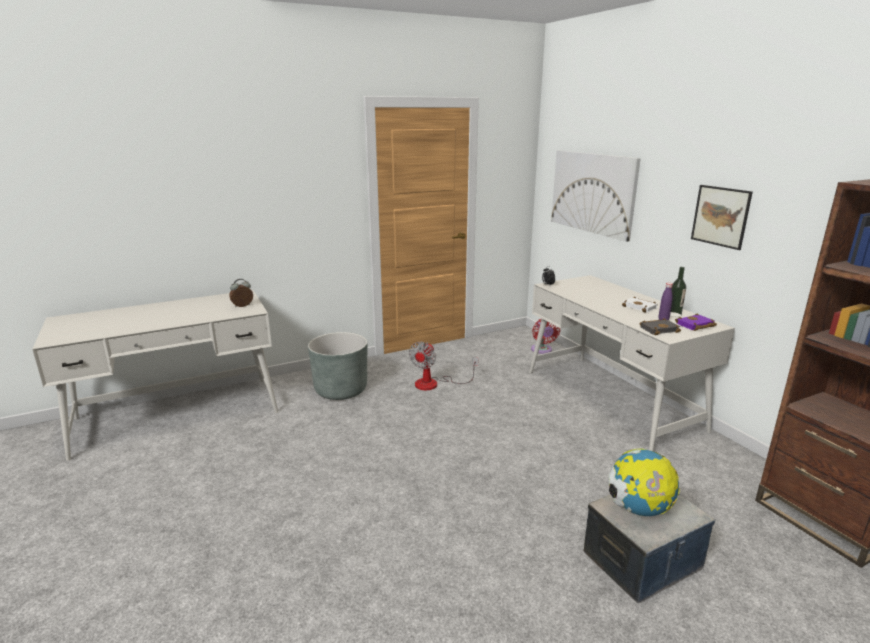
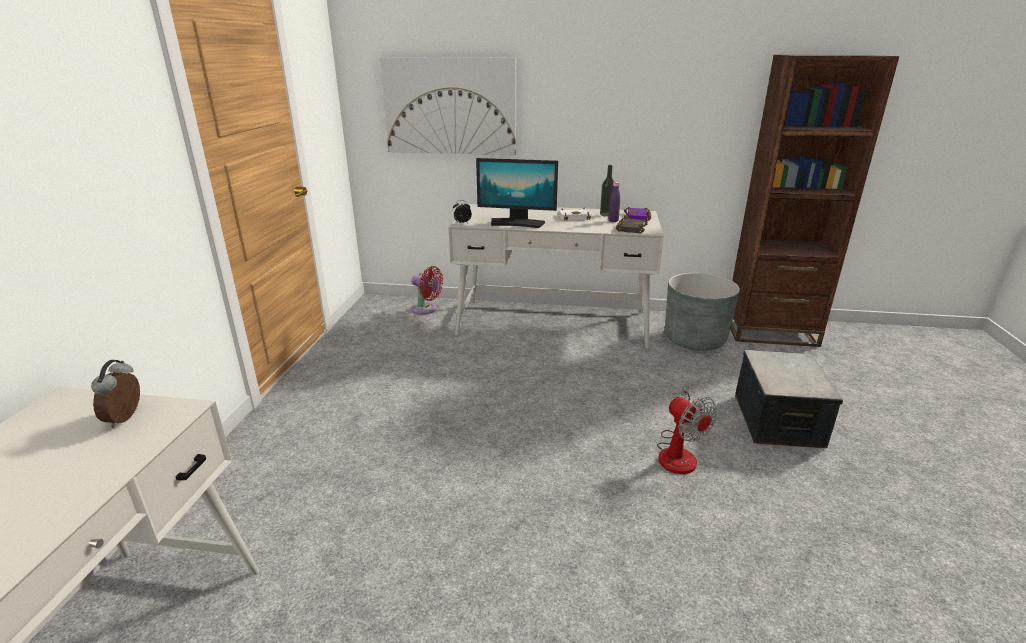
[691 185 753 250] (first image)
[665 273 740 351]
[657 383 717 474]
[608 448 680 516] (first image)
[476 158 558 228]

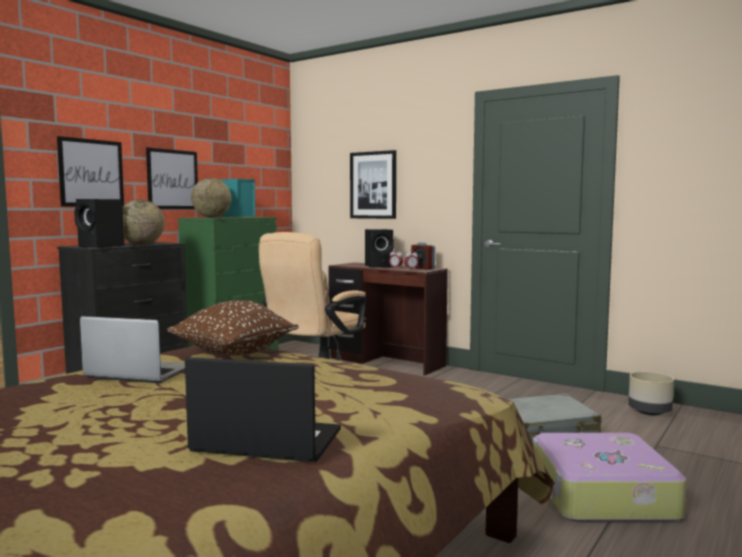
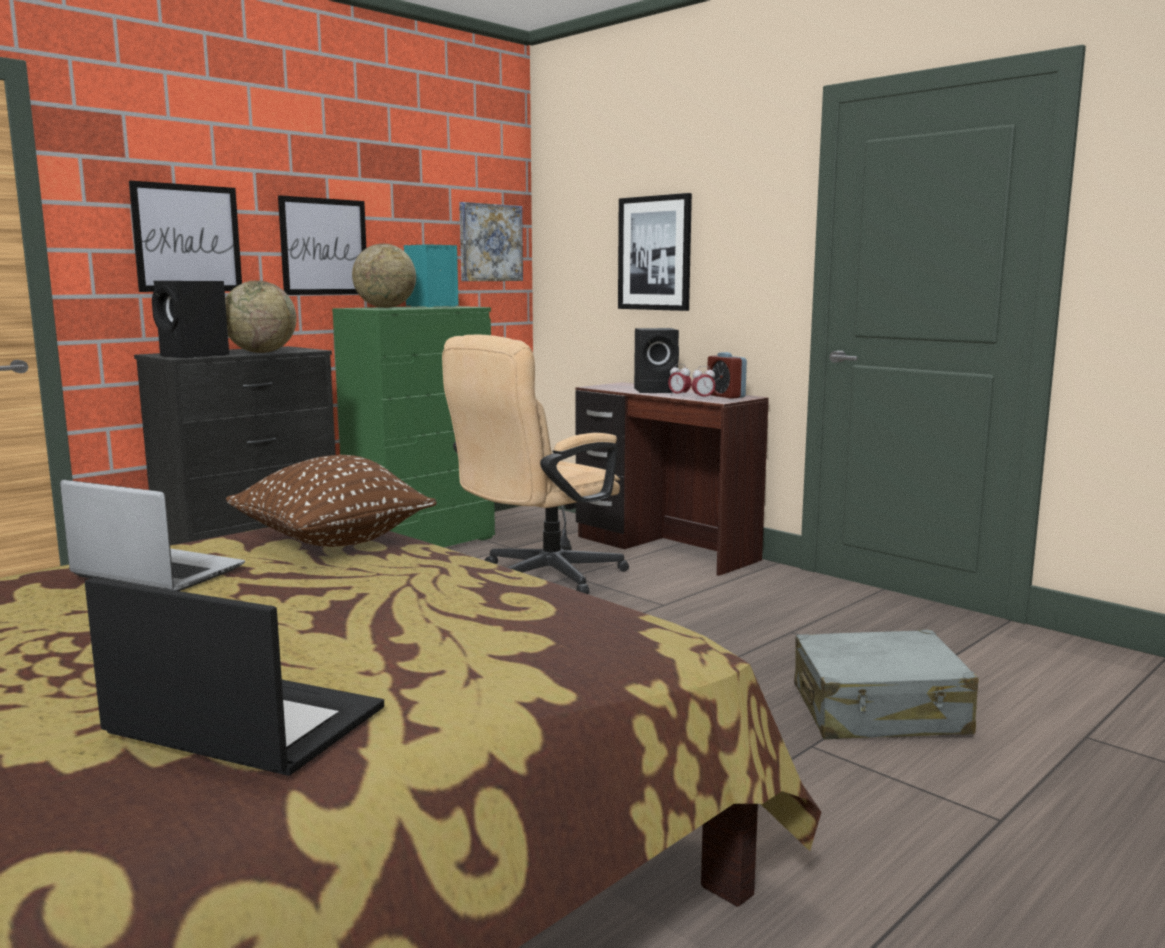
[628 372 674 415] (first image)
[533 433 687 522] (first image)
[459 202 523 281]

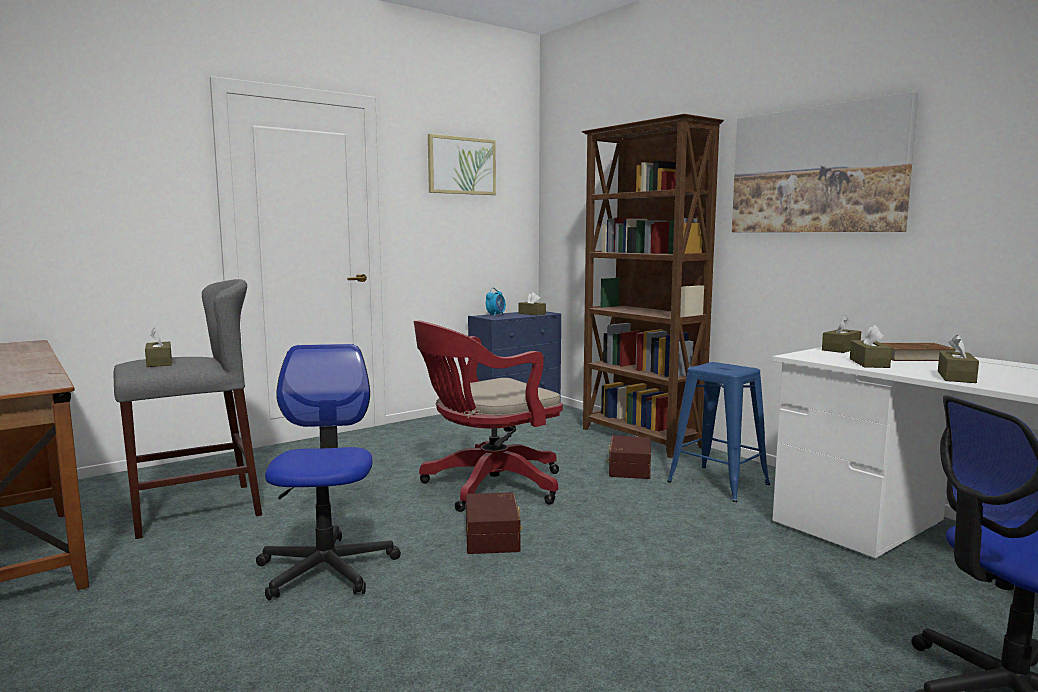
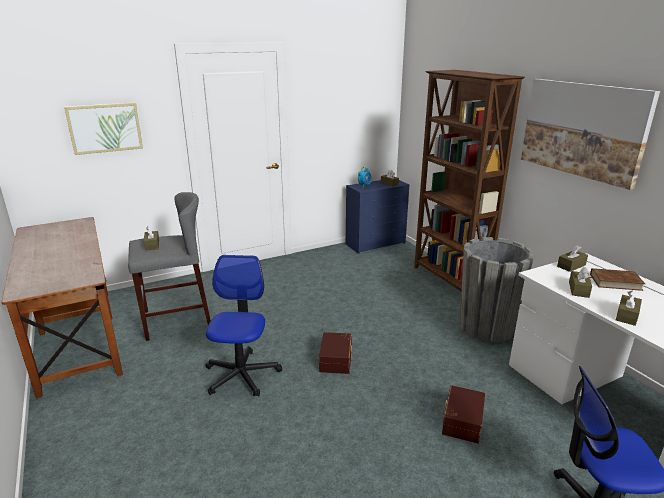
[64 103 143 155]
[414 321 563 512] (first image)
[460 237 535 342]
[442 385 485 443]

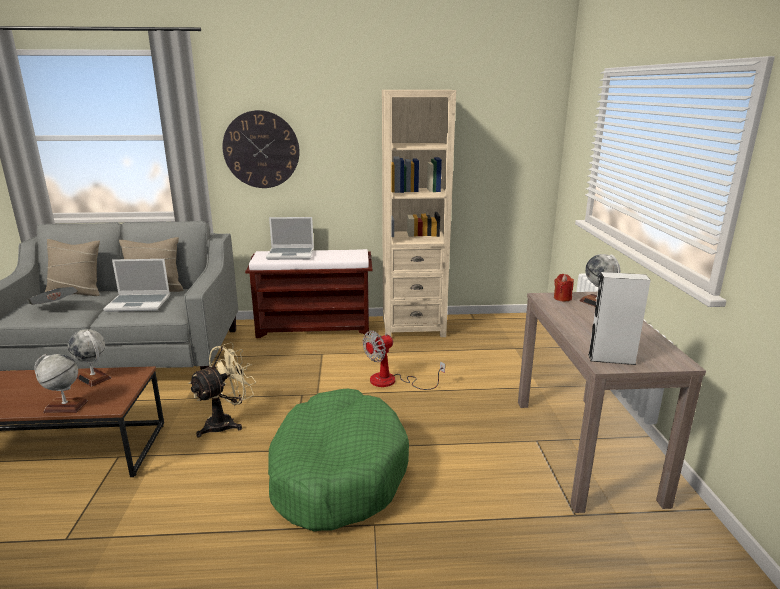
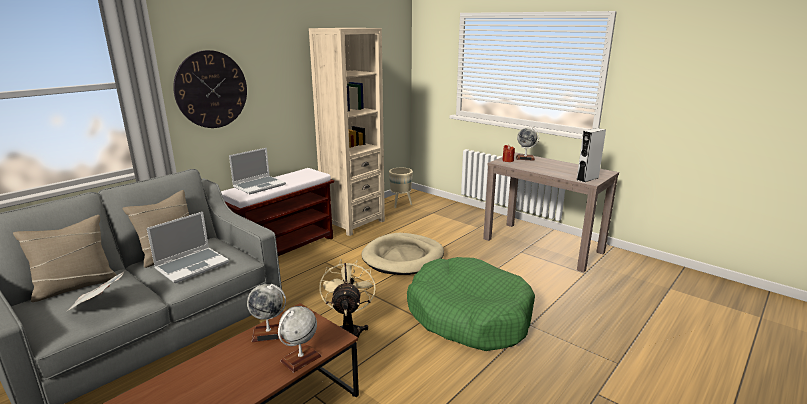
[361 233 444 275]
[389 168 413 208]

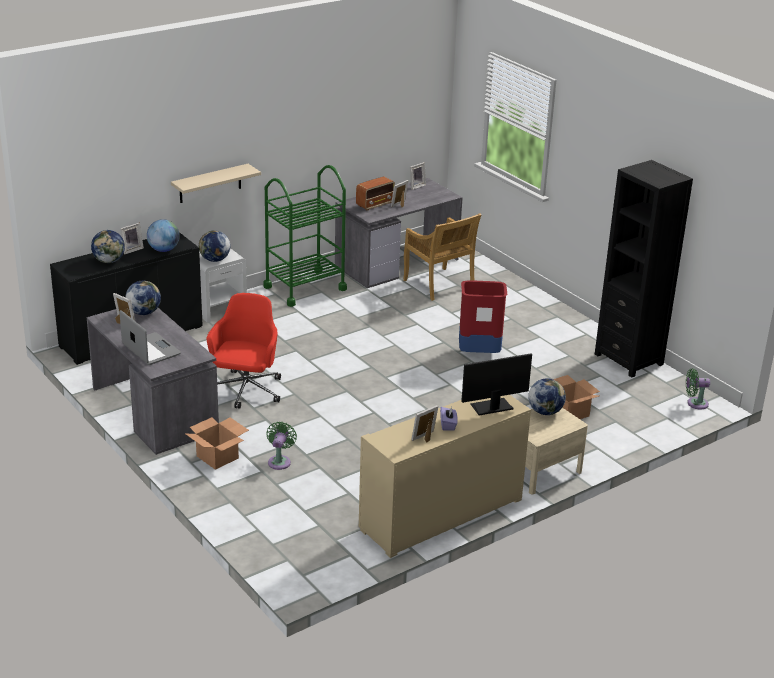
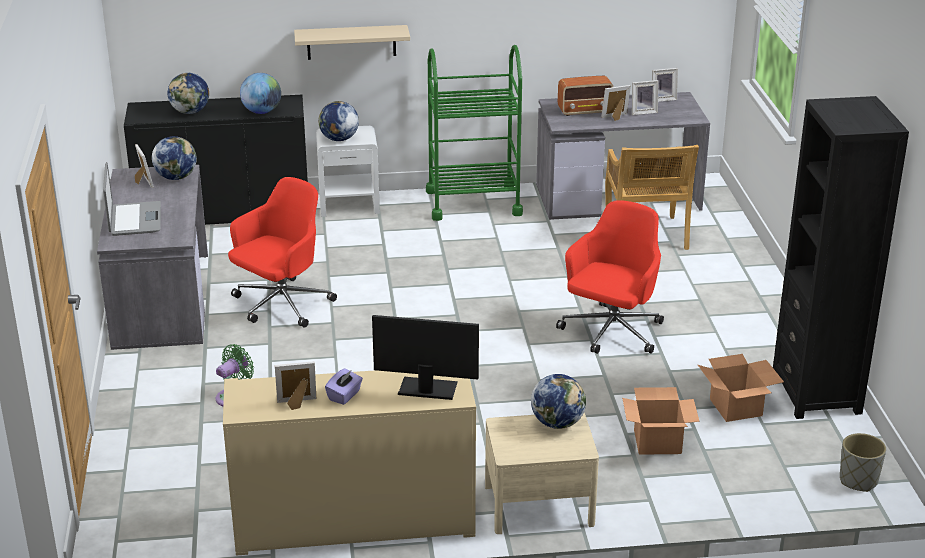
[632 80 658 115]
[556 200 664 354]
[840 433 886 492]
[698 354 784 422]

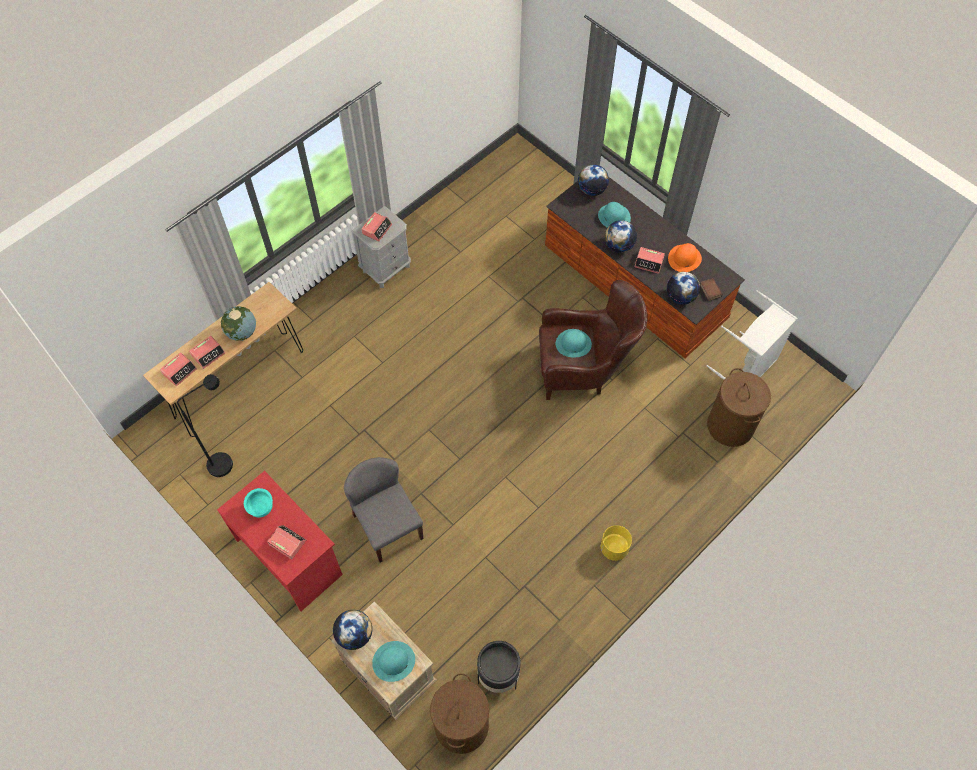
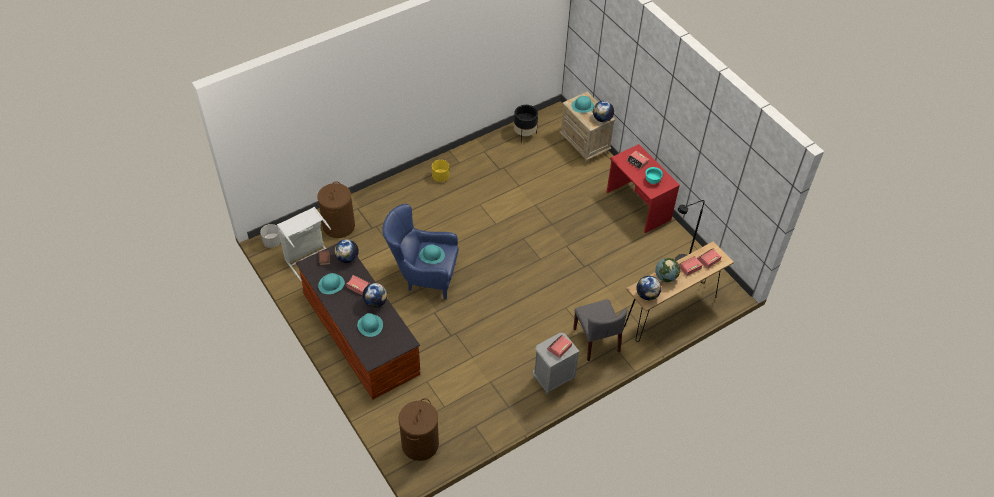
[636 276 661 300]
[318 273 345 294]
[382 204 459 299]
[573 299 627 361]
[399 398 439 461]
[260 224 281 248]

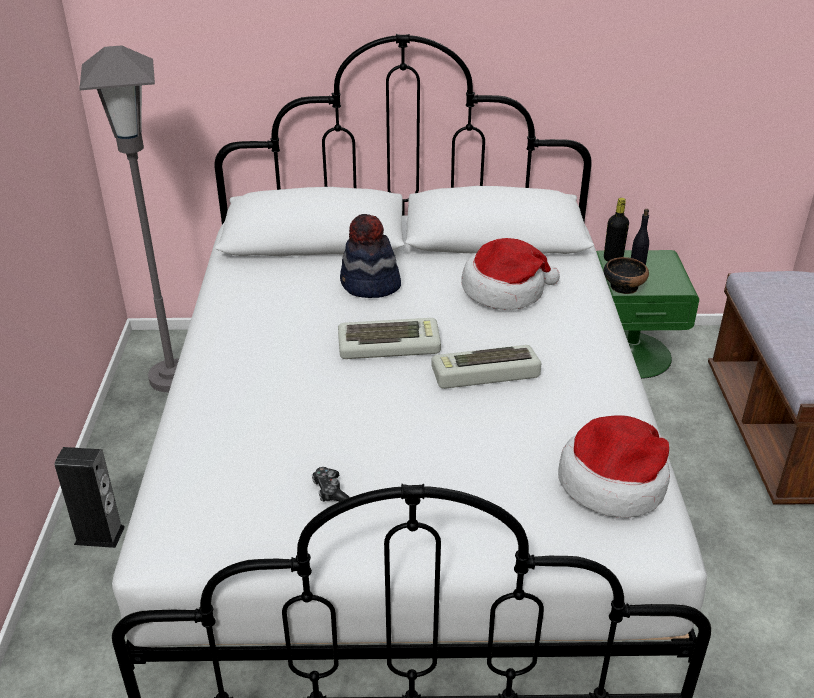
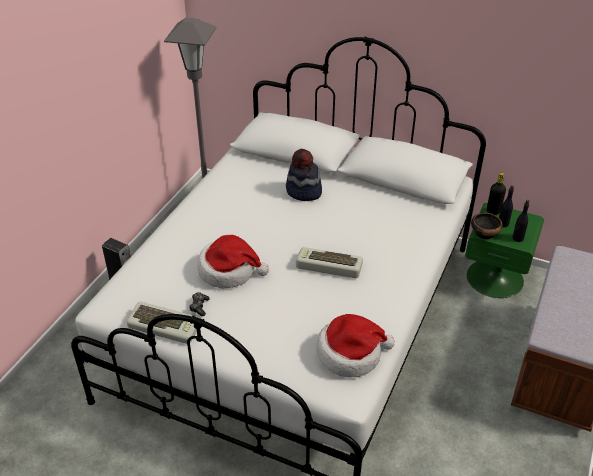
[198 235 269 288]
[127 302 199 344]
[512 200 529 242]

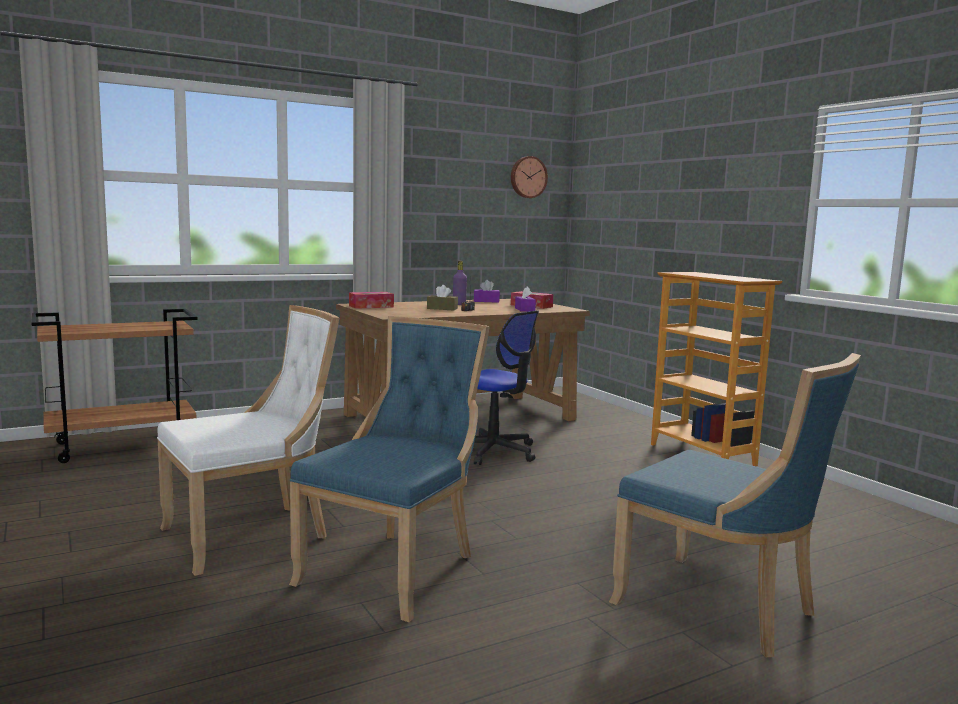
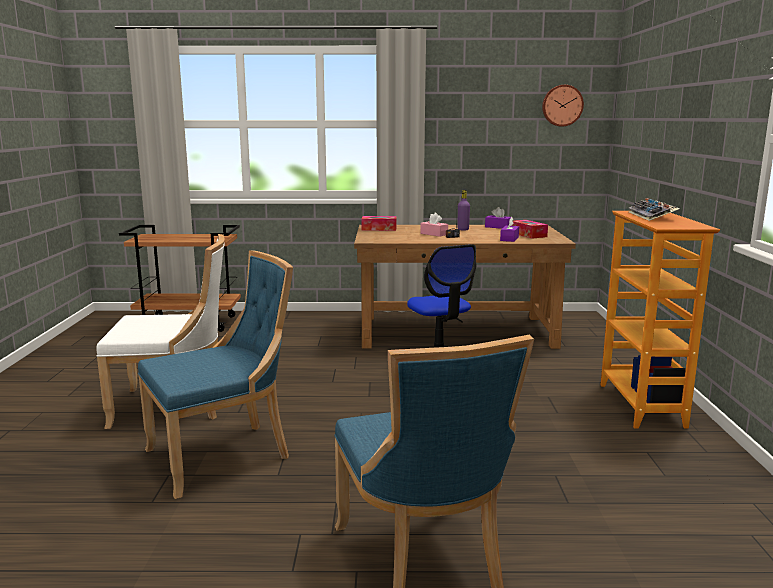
[420 213 448 237]
[629 198 680 221]

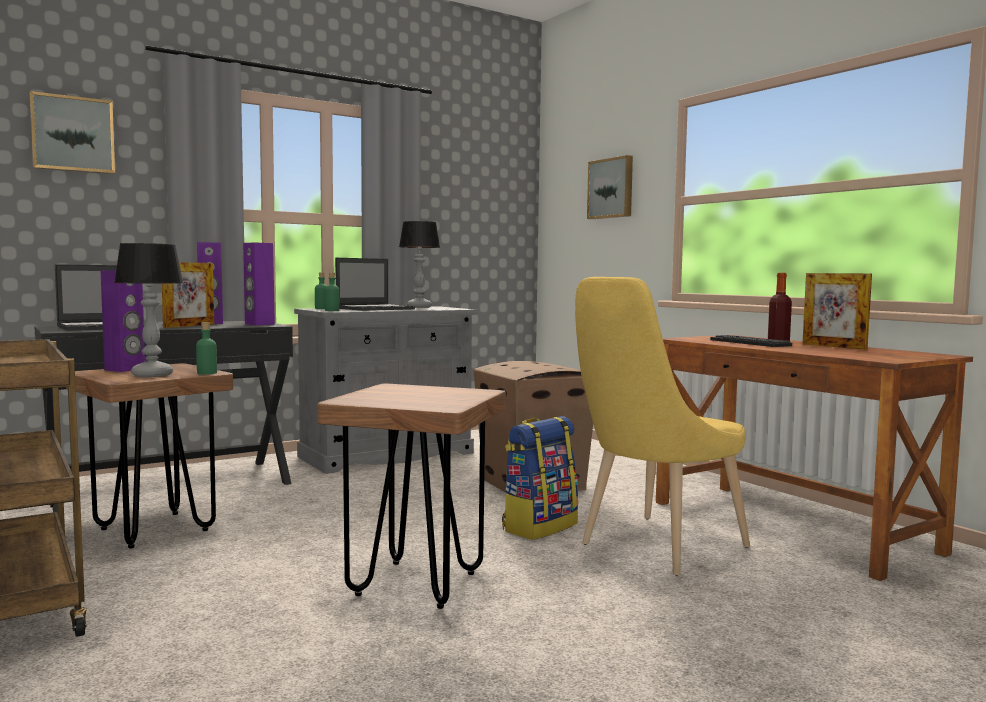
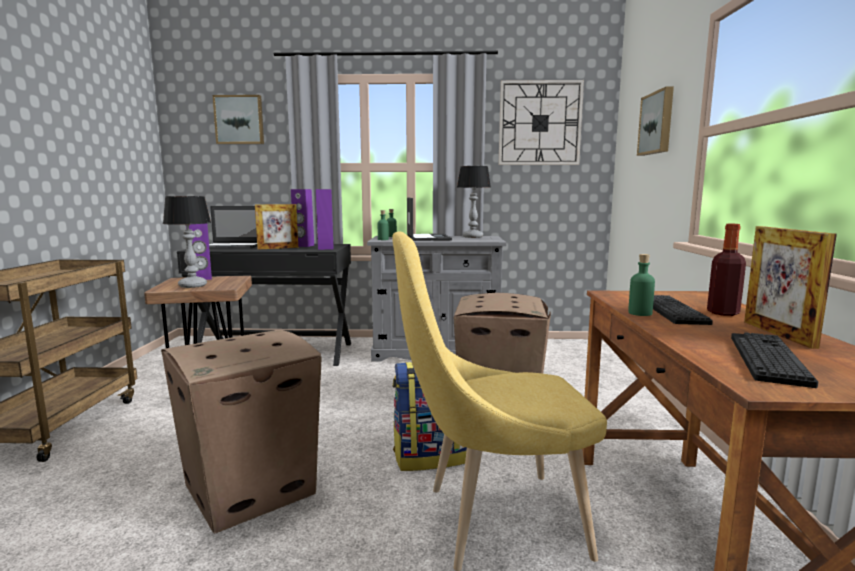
[407 198 452 241]
[628 254 655 316]
[161 330 321 534]
[499 80 584 165]
[731 332 818 388]

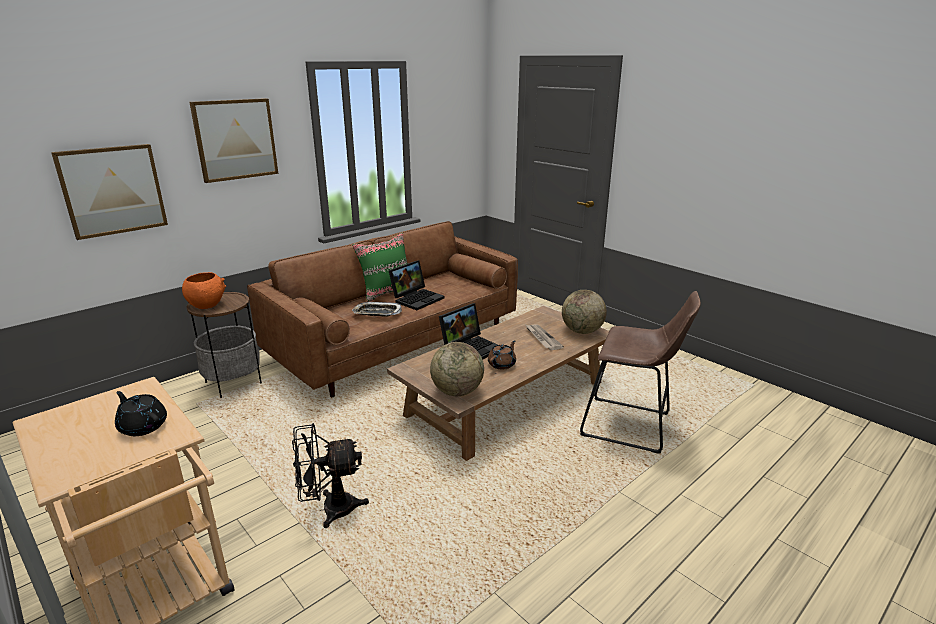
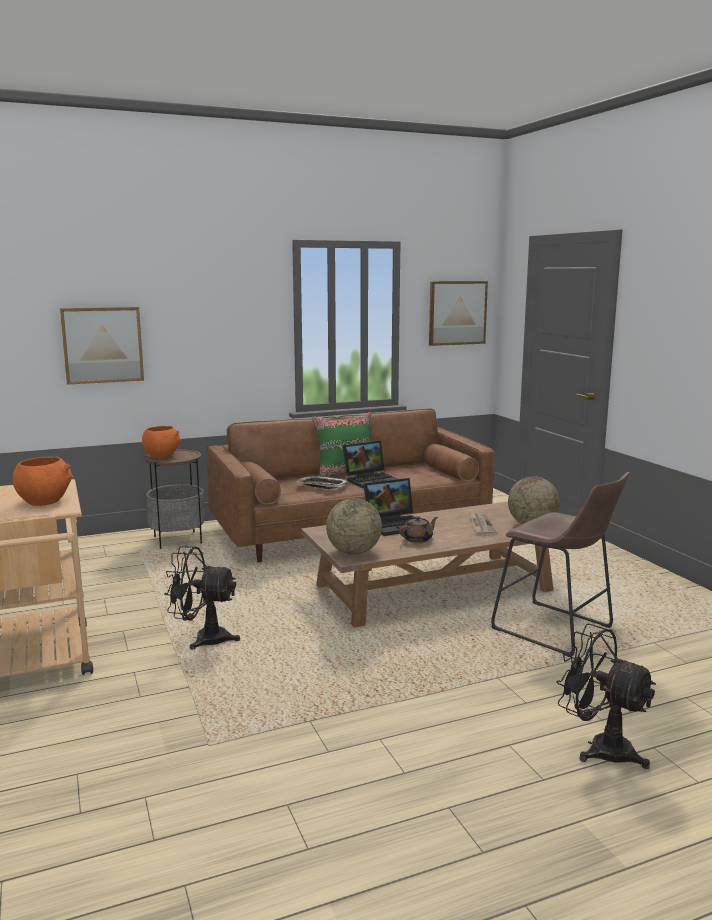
[429 281 488 346]
[13 457 74 506]
[556 623 656 769]

